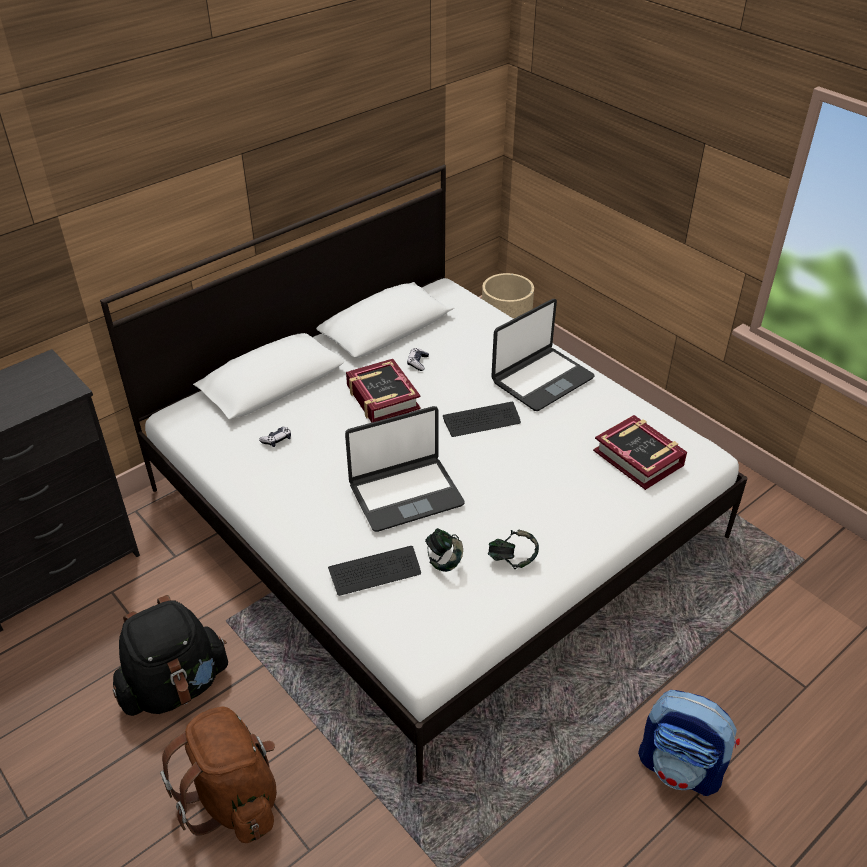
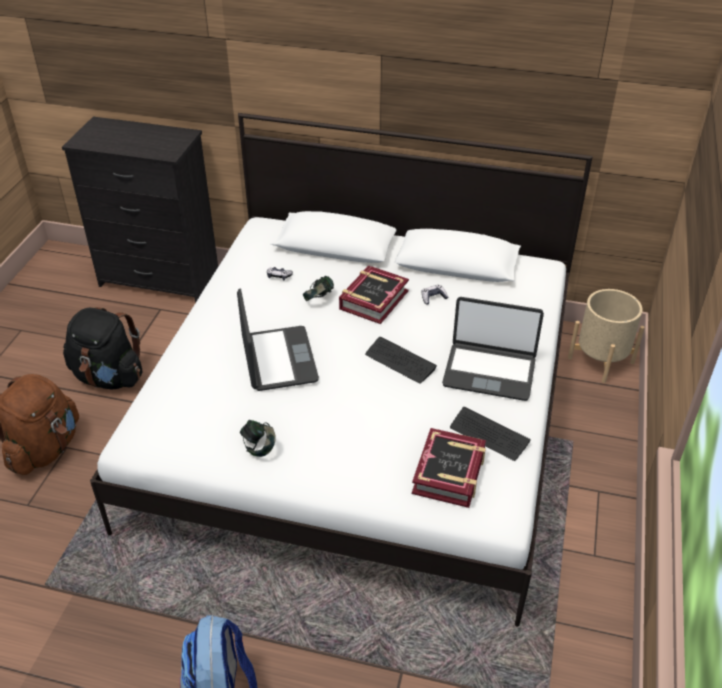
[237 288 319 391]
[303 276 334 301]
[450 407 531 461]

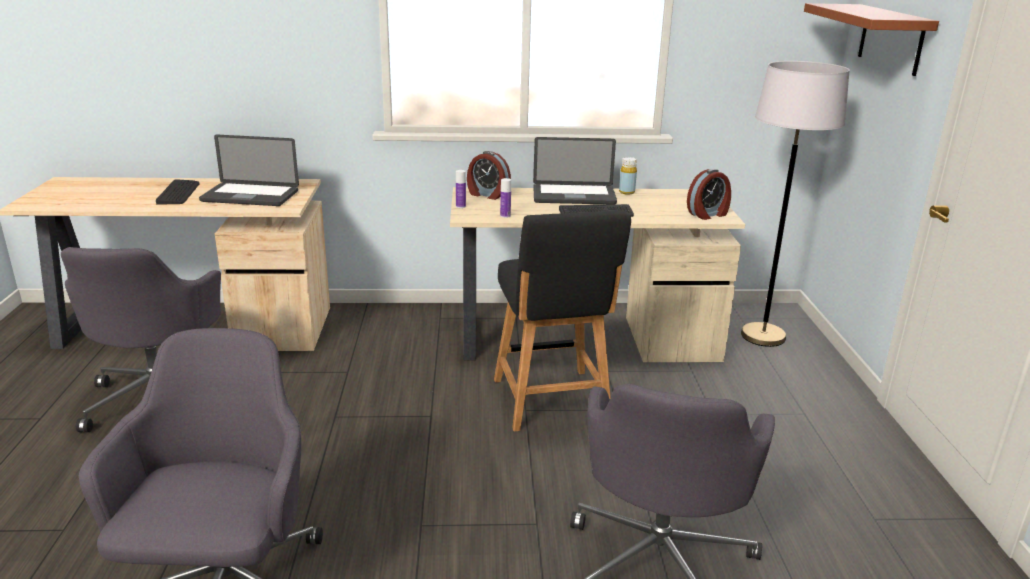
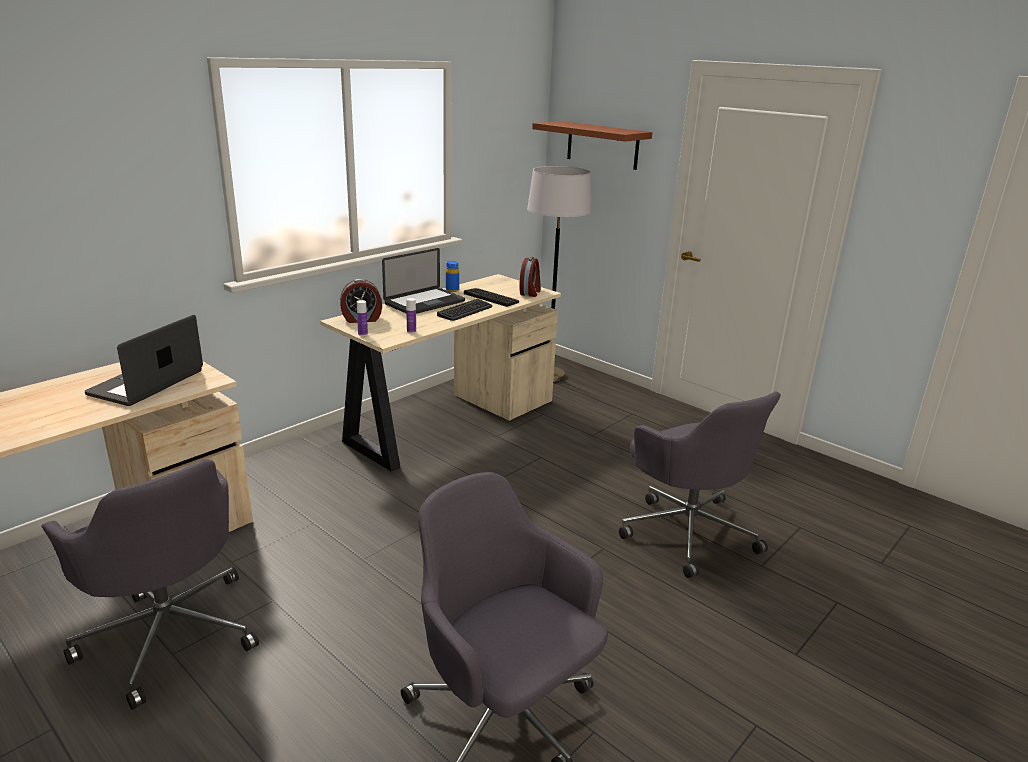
[85 315 203 406]
[446 261 459 292]
[464 288 519 307]
[494 210 631 432] (first image)

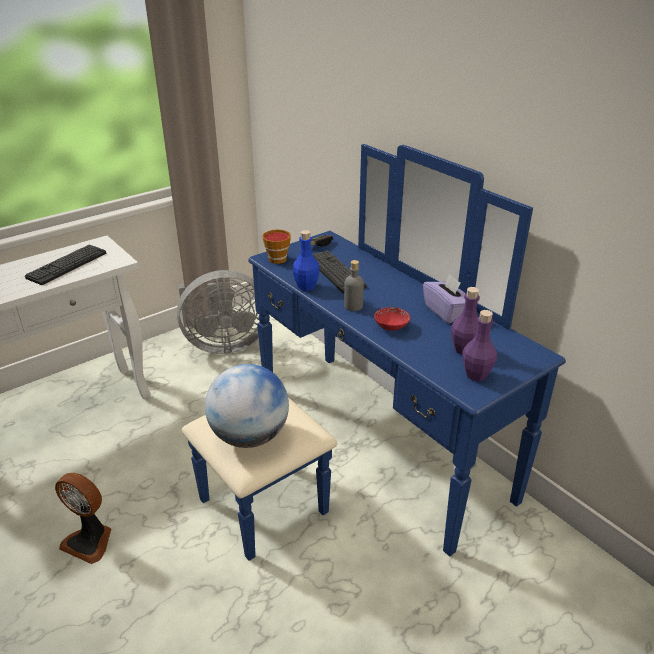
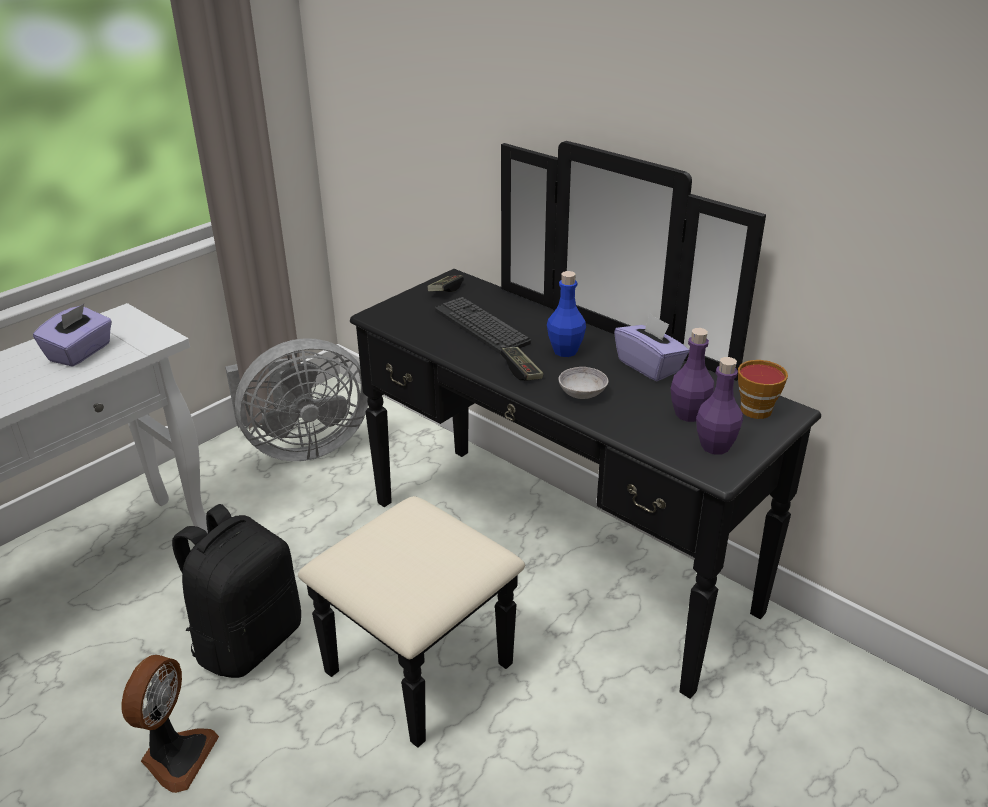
[298 141 821 748]
[738 360 788 419]
[547 271 586 357]
[33 304 112 367]
[500 347 544 381]
[559 367 609 399]
[205 364 289 448] (first image)
[121 655 219 793]
[172 504 301 678]

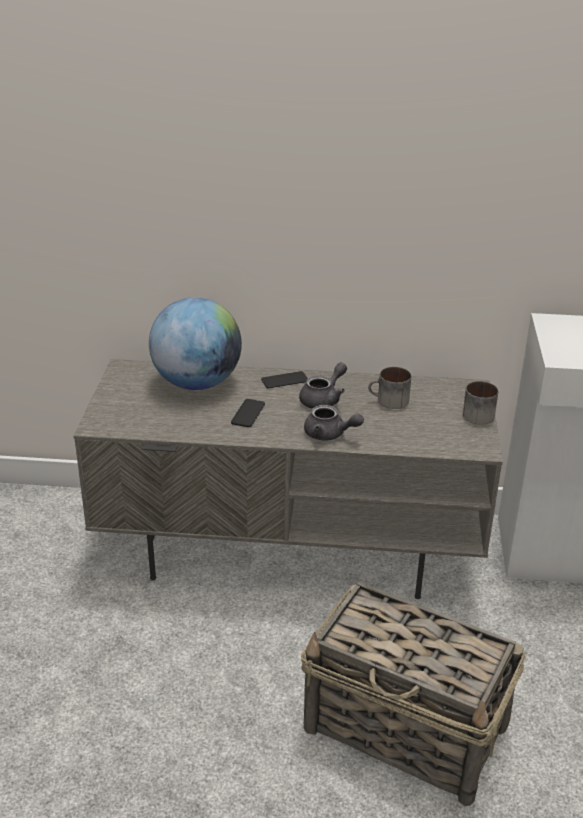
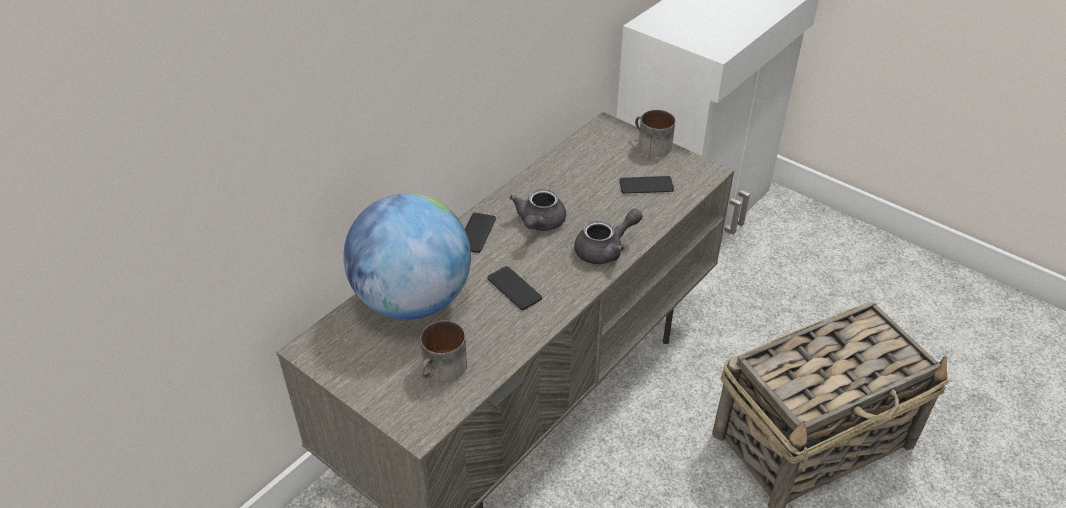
[510 188 566 231]
[420 321 467 382]
[619 176 674 194]

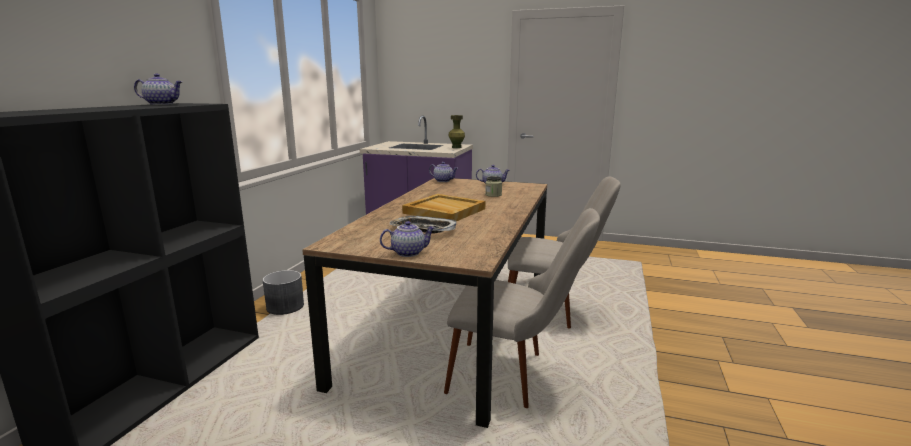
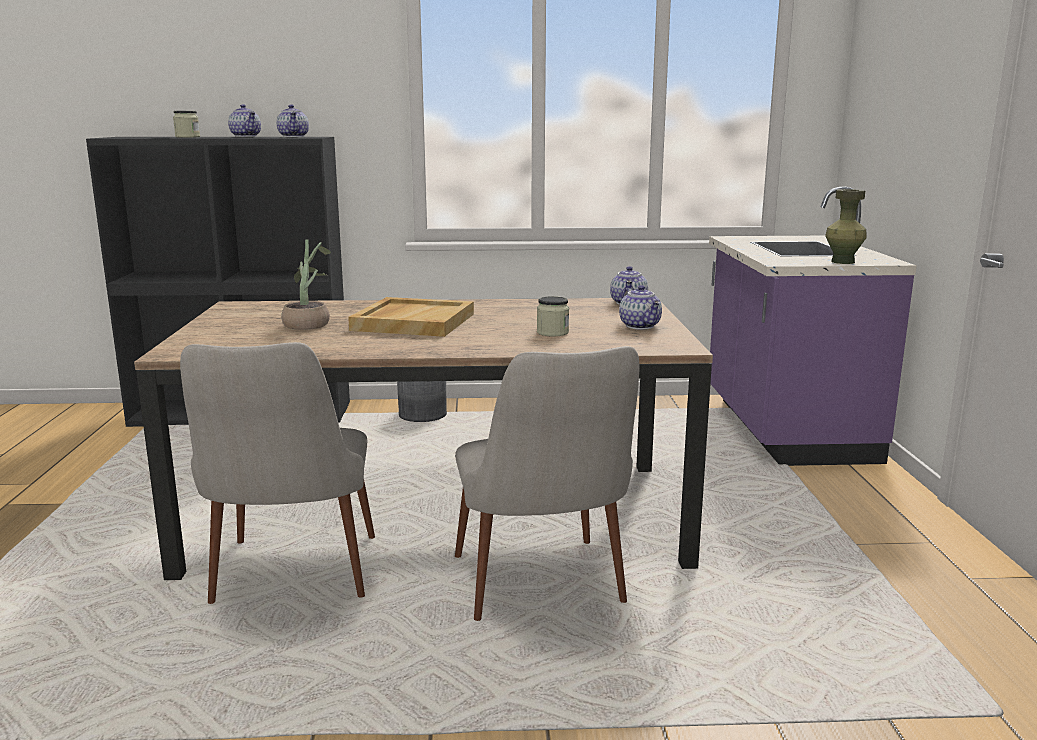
[281 240 331 330]
[228 104 261 137]
[173 111 200 137]

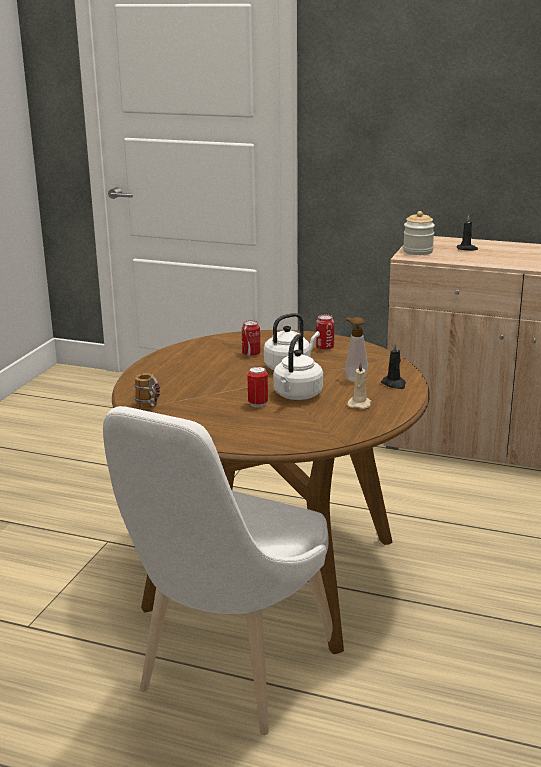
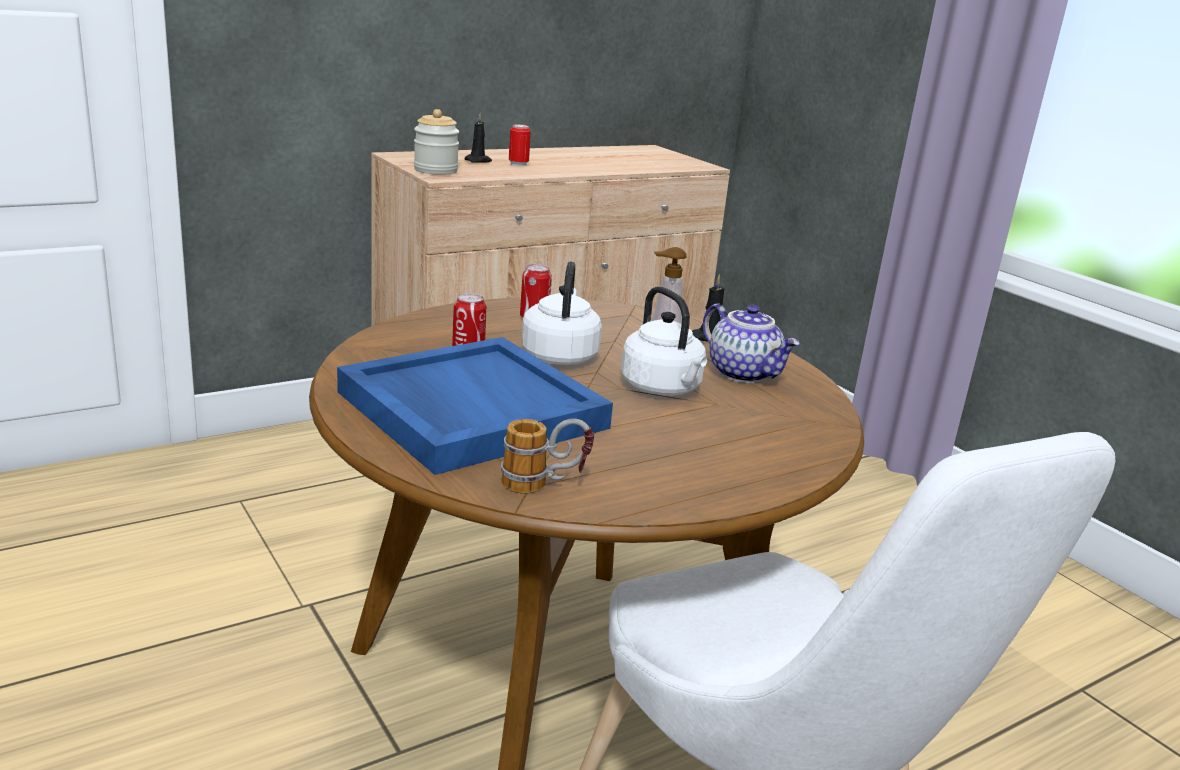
[703 304 800 383]
[509 124 531 166]
[337 337 613 475]

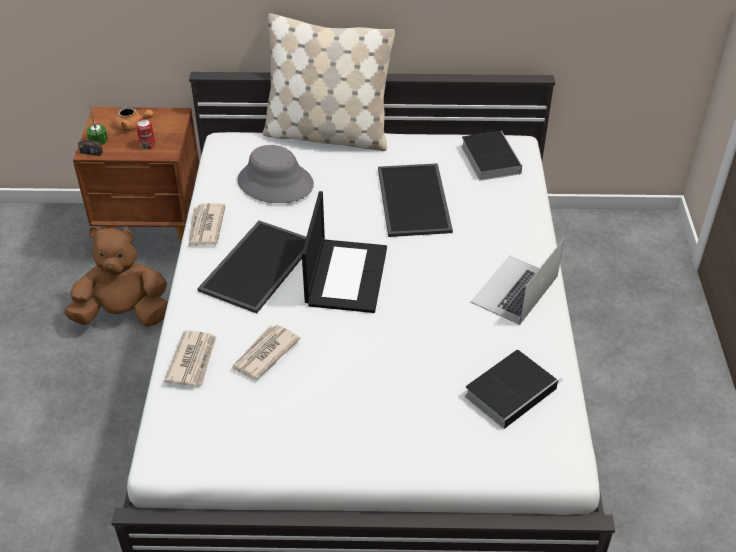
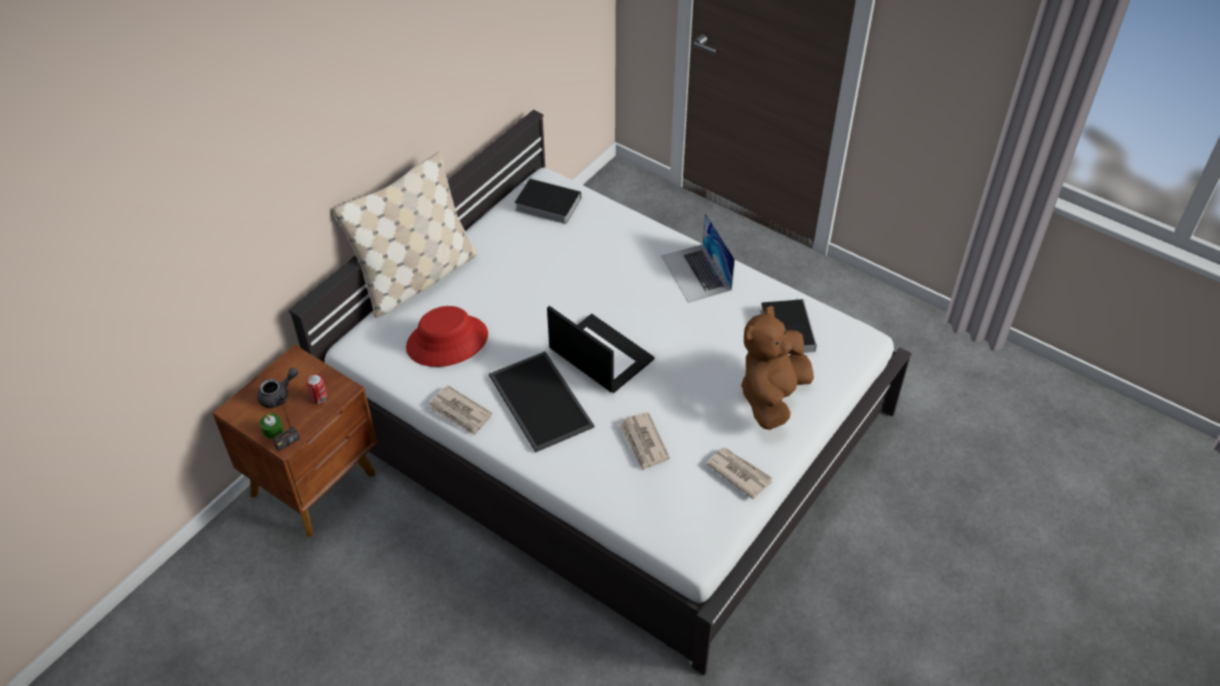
[257 368 298 408]
[406 306 488 367]
[378 163 453 237] (first image)
[741 306 814 430]
[706 447 772 499]

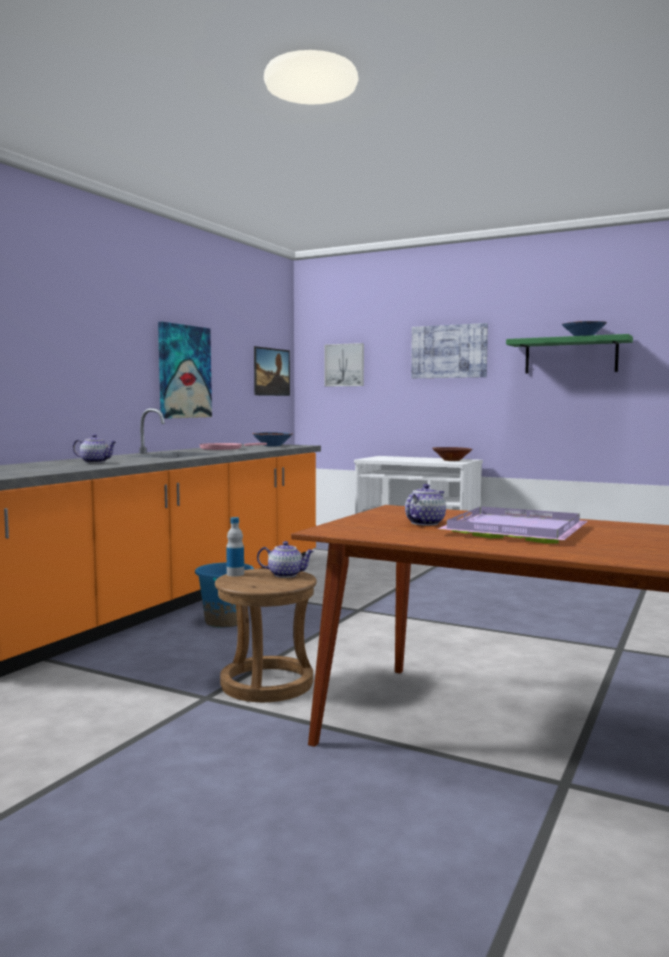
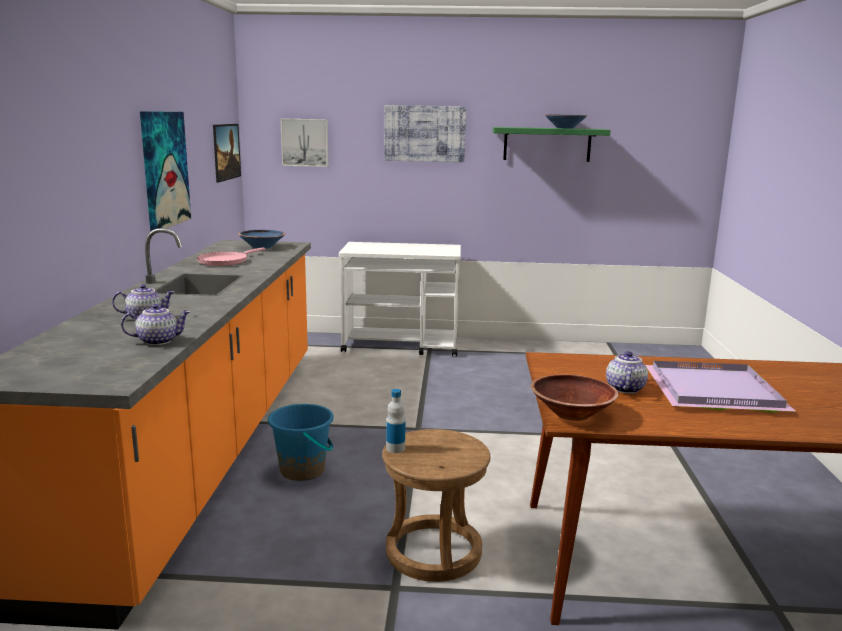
[531 374 619 421]
[121 304 190 345]

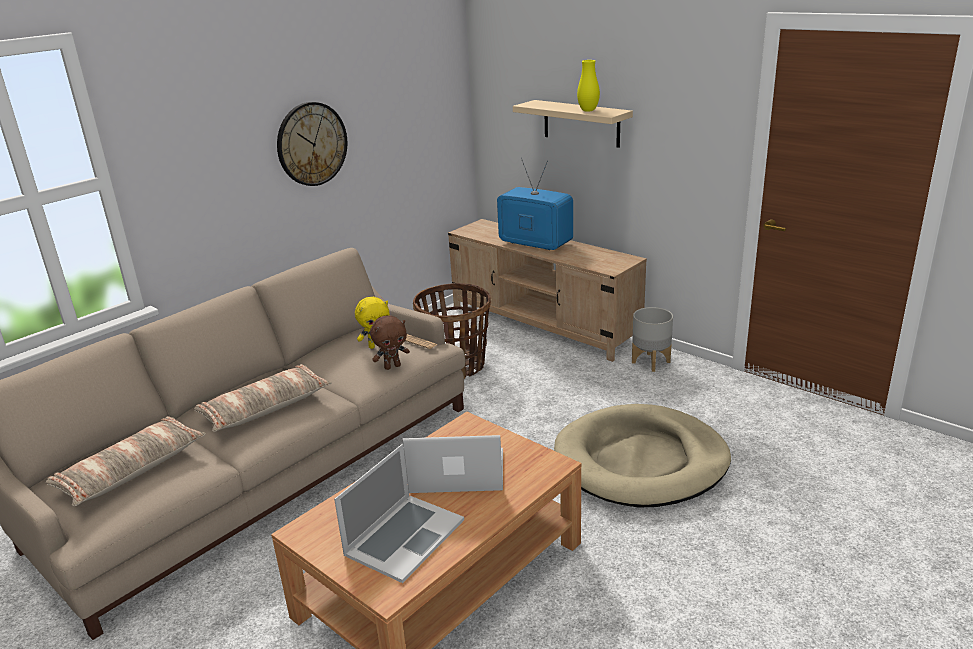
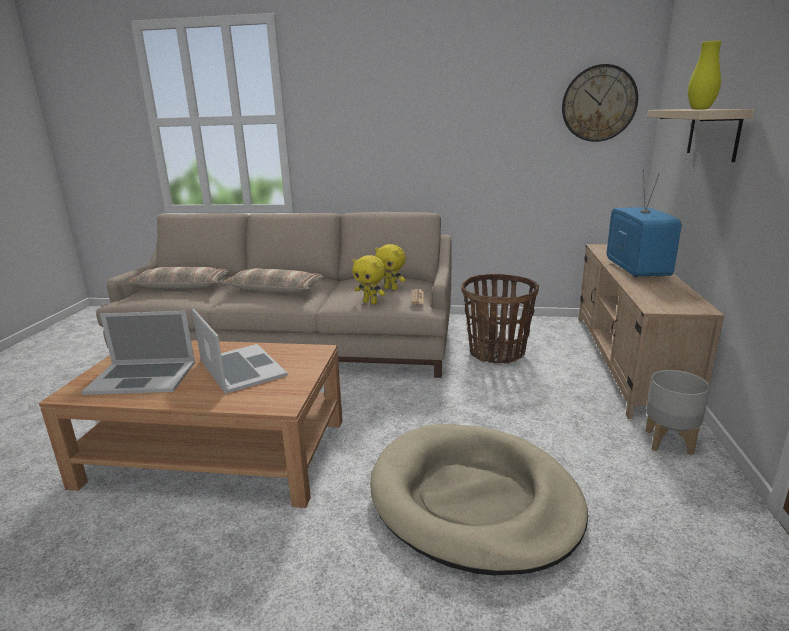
[562 64 638 142]
[352 255 386 304]

